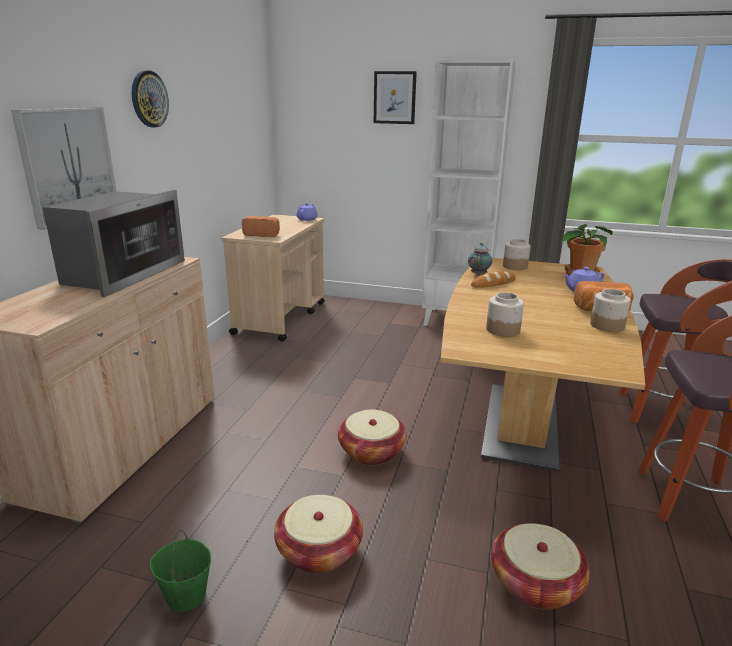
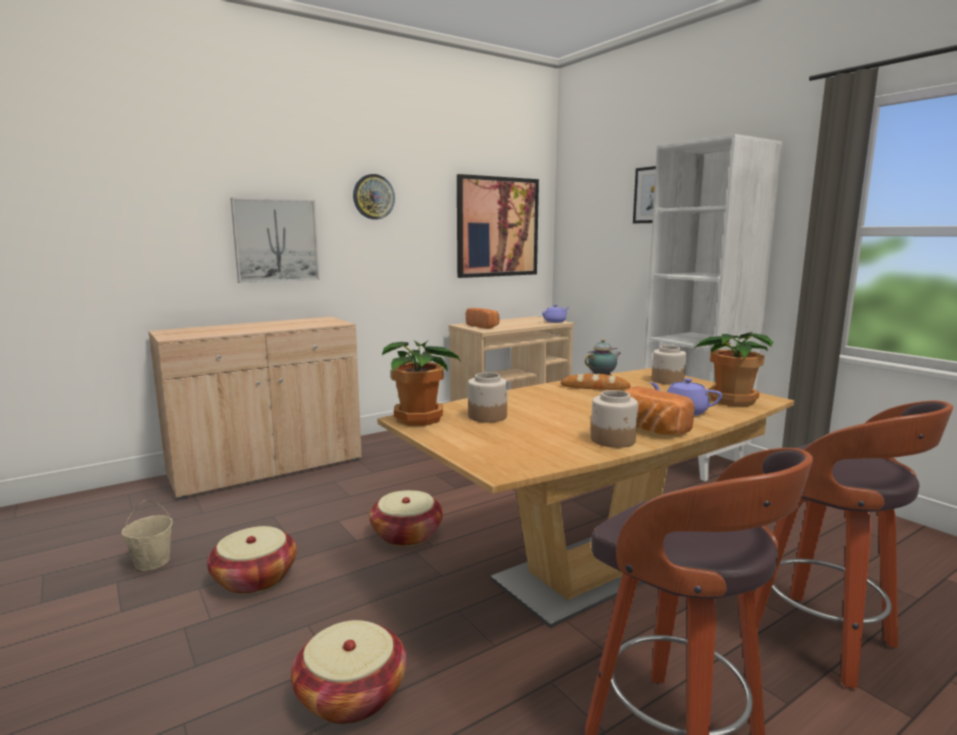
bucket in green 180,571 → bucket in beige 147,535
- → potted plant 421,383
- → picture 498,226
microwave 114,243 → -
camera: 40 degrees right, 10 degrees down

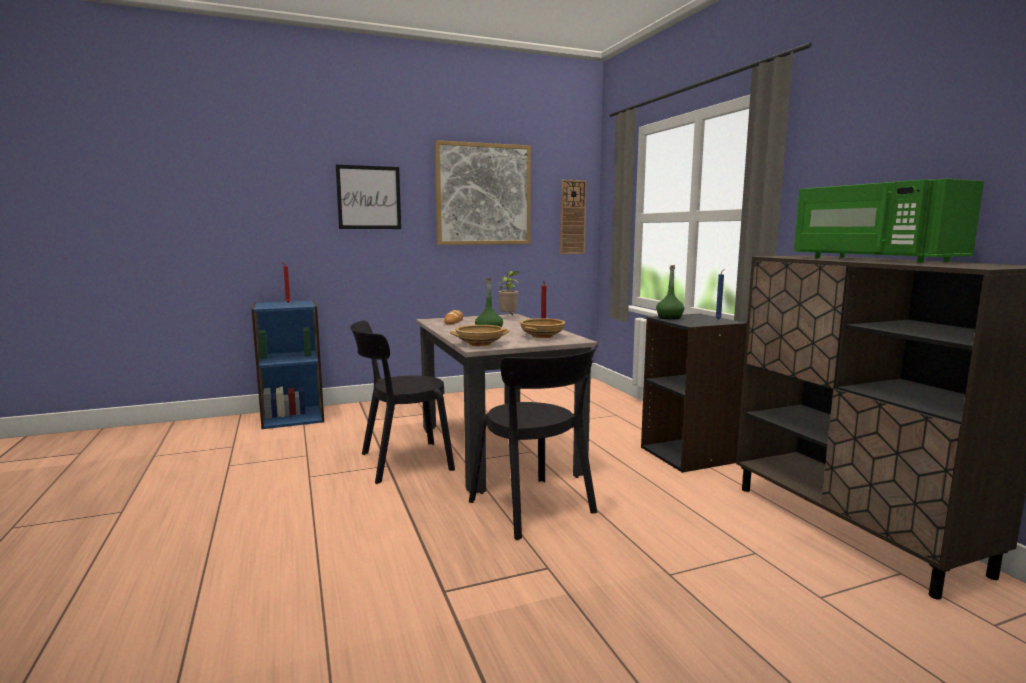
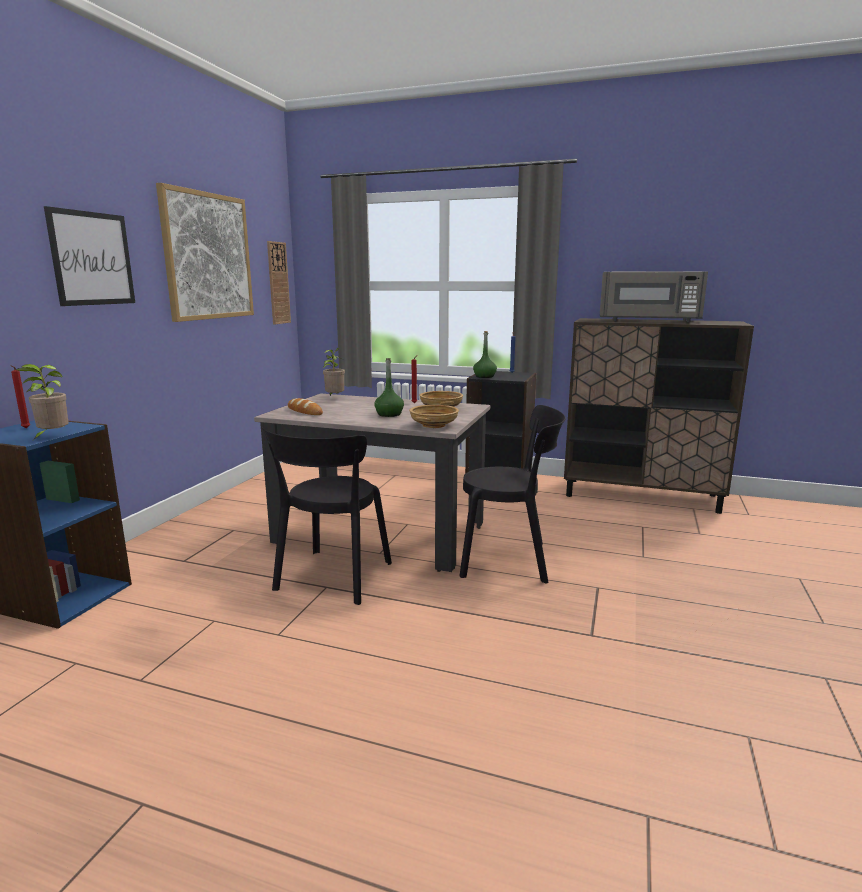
- → potted plant 42,401
microwave in green 889,221 → microwave in grey 654,296
camera: 50 degrees left, 5 degrees up

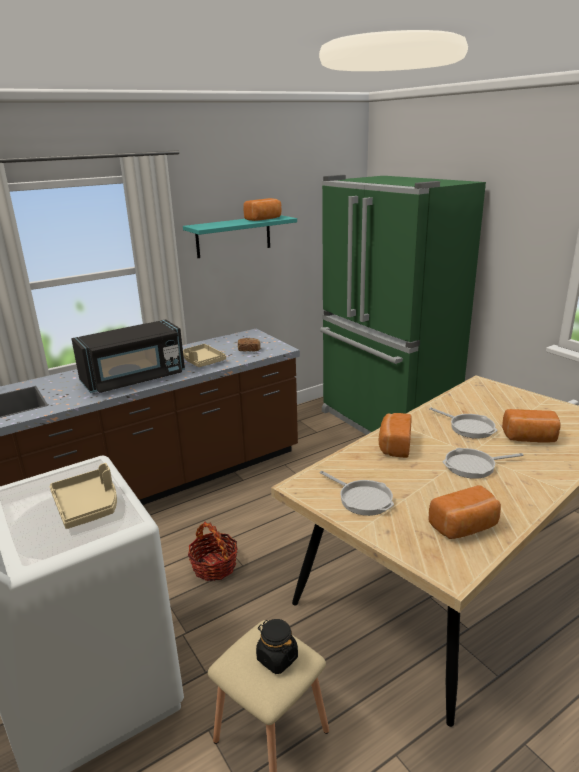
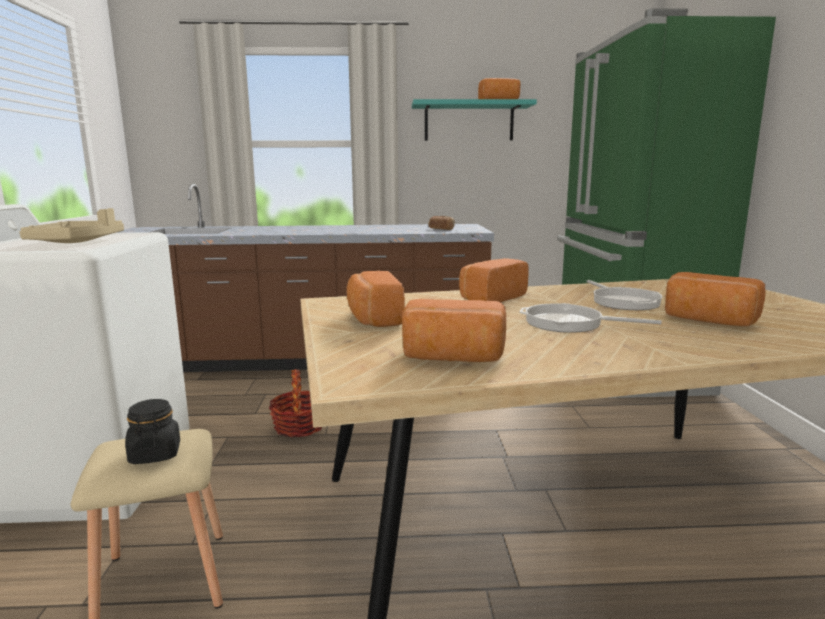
frying pan 357,493 → bread 376,299
microwave in black 128,356 → -
tray in beige 204,355 → -
camera: 30 degrees right, 10 degrees down

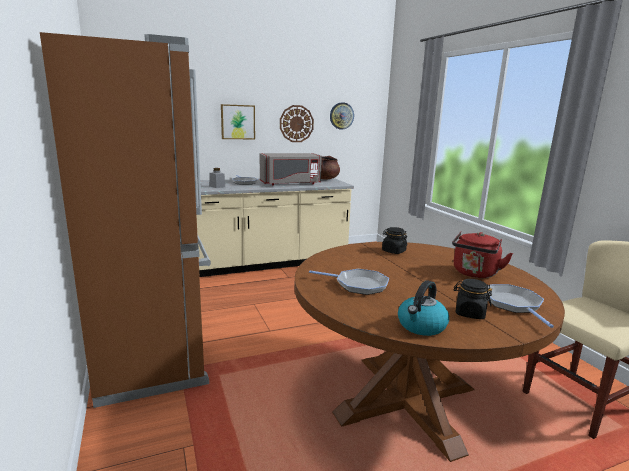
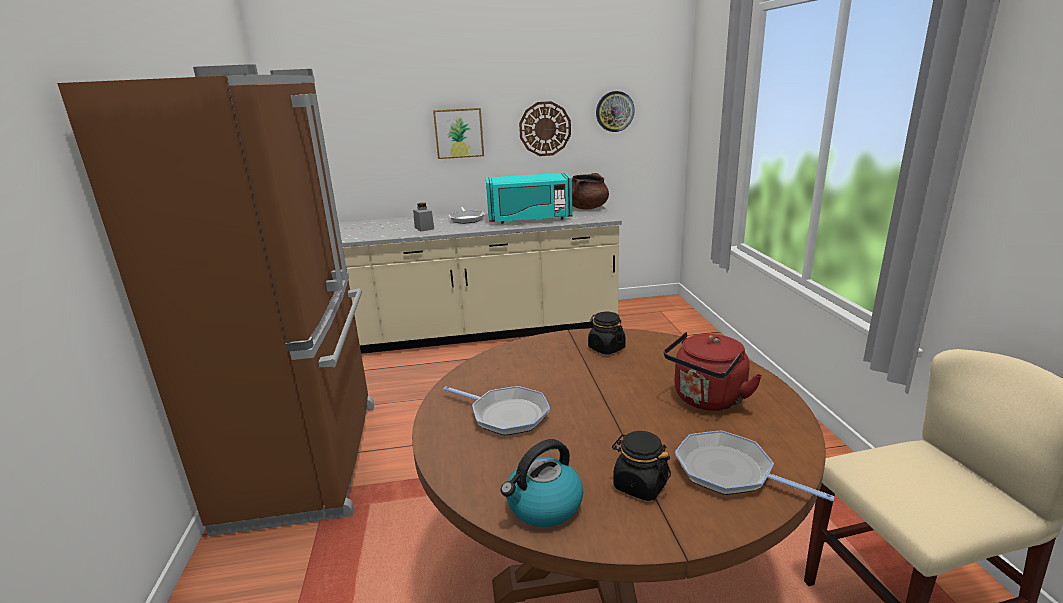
microwave in grey 291,169 → microwave in turquoise 529,198
frying pan 520,306 → frying pan 755,466, 60 degrees counterclockwise
camera: 15 degrees right, 5 degrees up

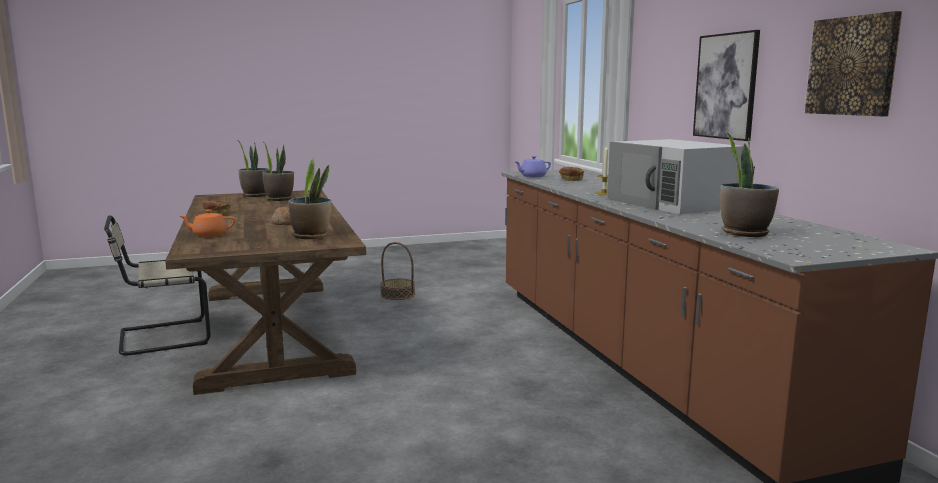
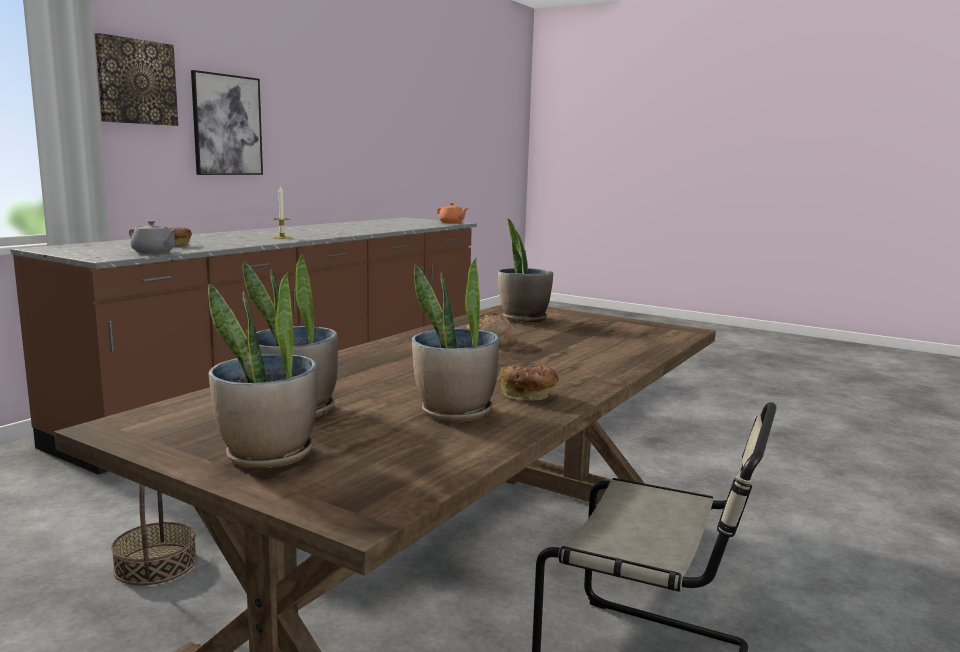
picture 853,63 → picture 136,79, move
teapot in purple 532,167 → teapot in grey 153,237
potted plant 749,185 → potted plant 455,339, move
teapot in orange 207,223 → teapot in orange 452,213, move
microwave in white 675,176 → -
camera: 130 degrees left, 0 degrees up

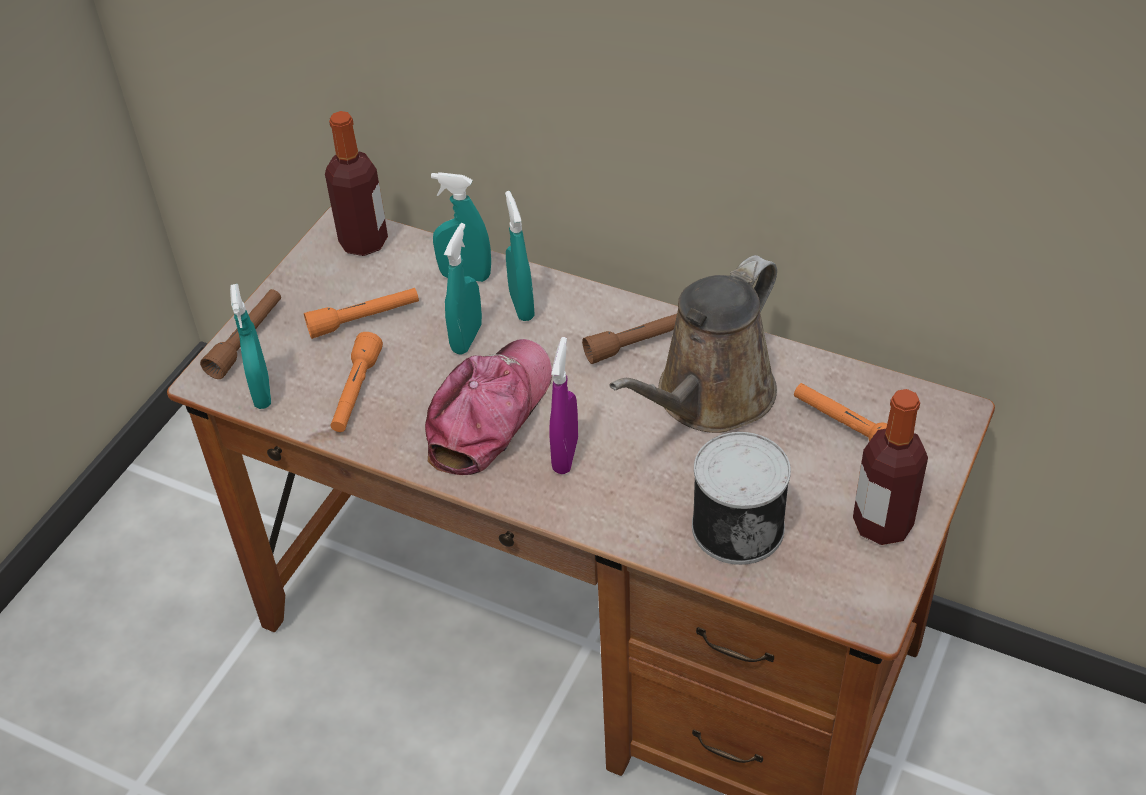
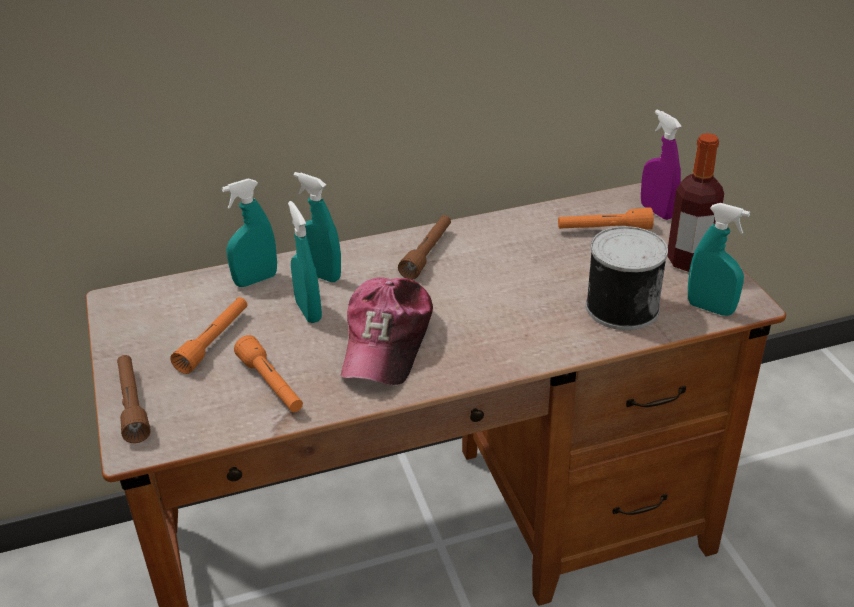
cap 488,407 → cap 387,331, 150 degrees counterclockwise
spray bottle in purple 564,405 → spray bottle in purple 661,165, move
spray bottle in turquoise 250,346 → spray bottle in turquoise 719,259, move
bottle 356,183 → -
watering can in brown 693,344 → -
camera: 45 degrees left, 10 degrees down

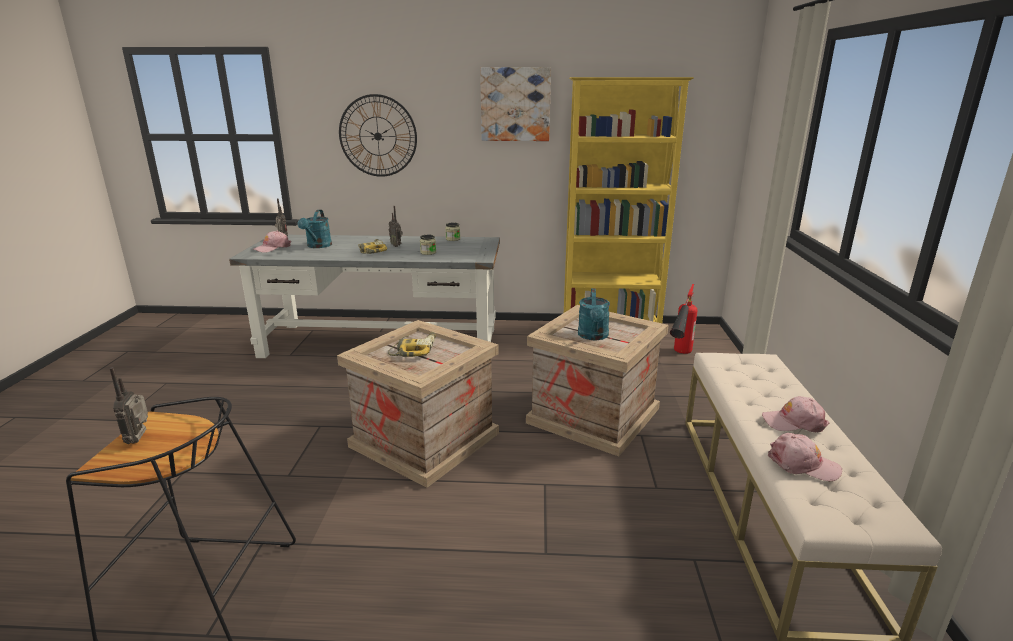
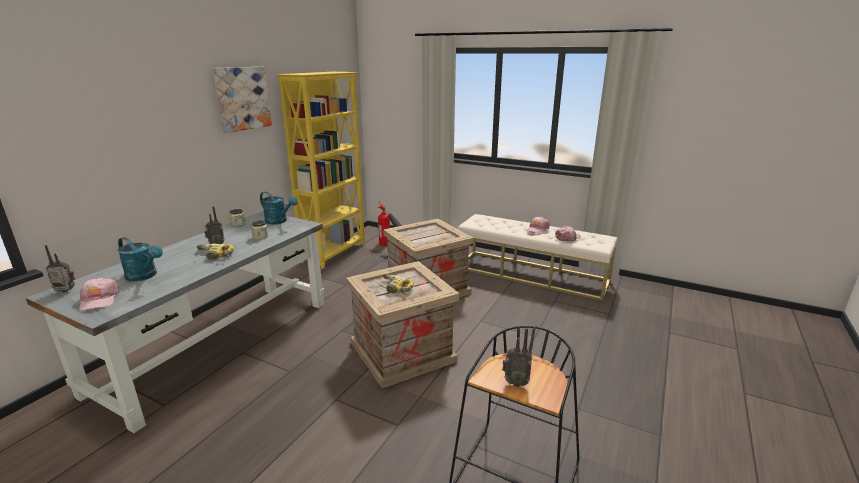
watering can in turquoise 594,314 → watering can in turquoise 279,208, move
wall clock 378,135 → -
camera: 65 degrees left, 0 degrees up

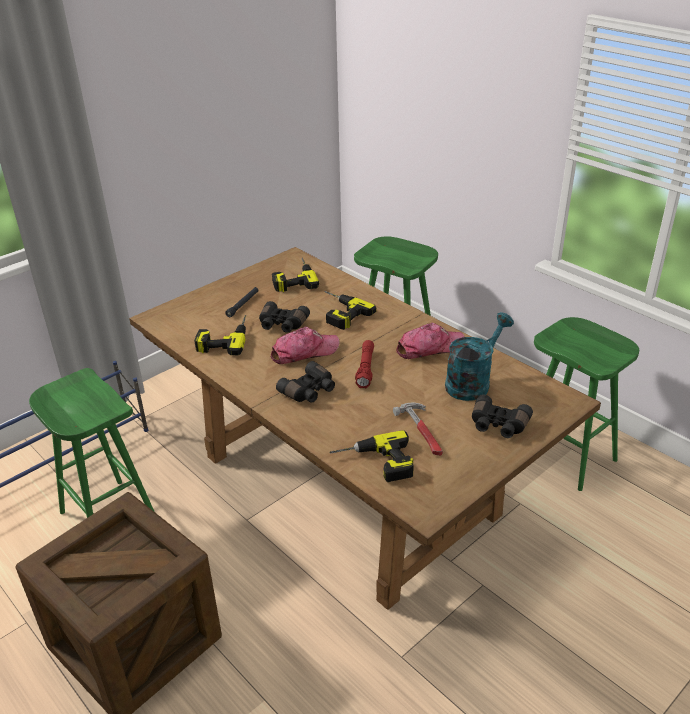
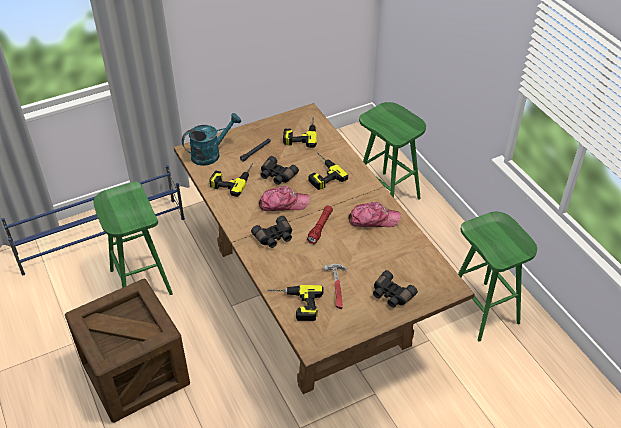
watering can in turquoise 479,356 → watering can in turquoise 211,139, move
camera: 15 degrees right, 10 degrees up

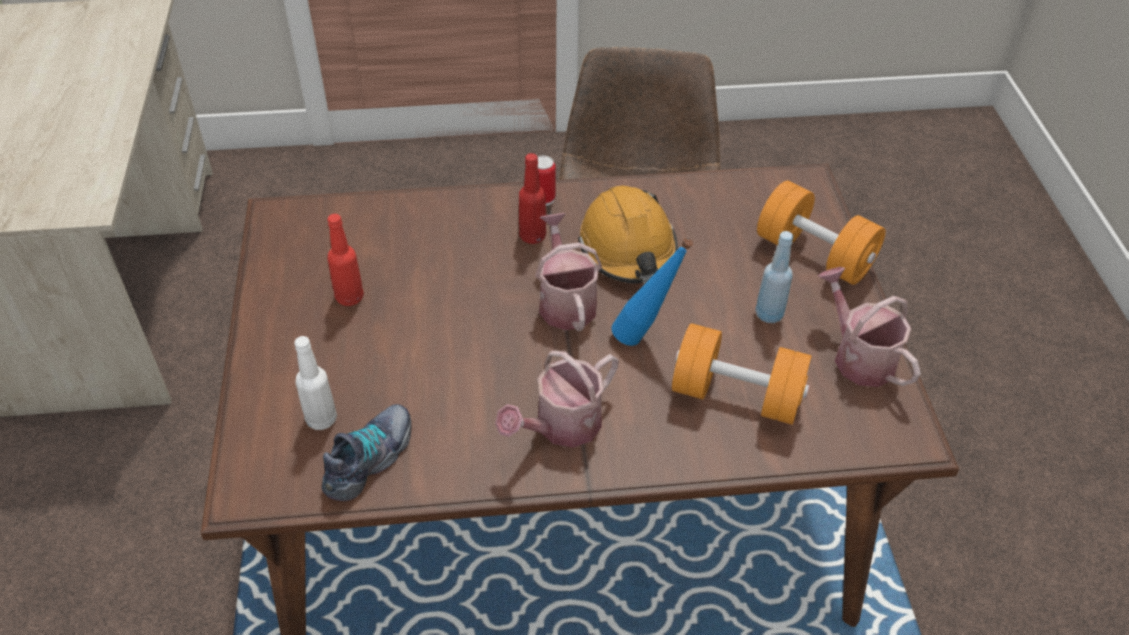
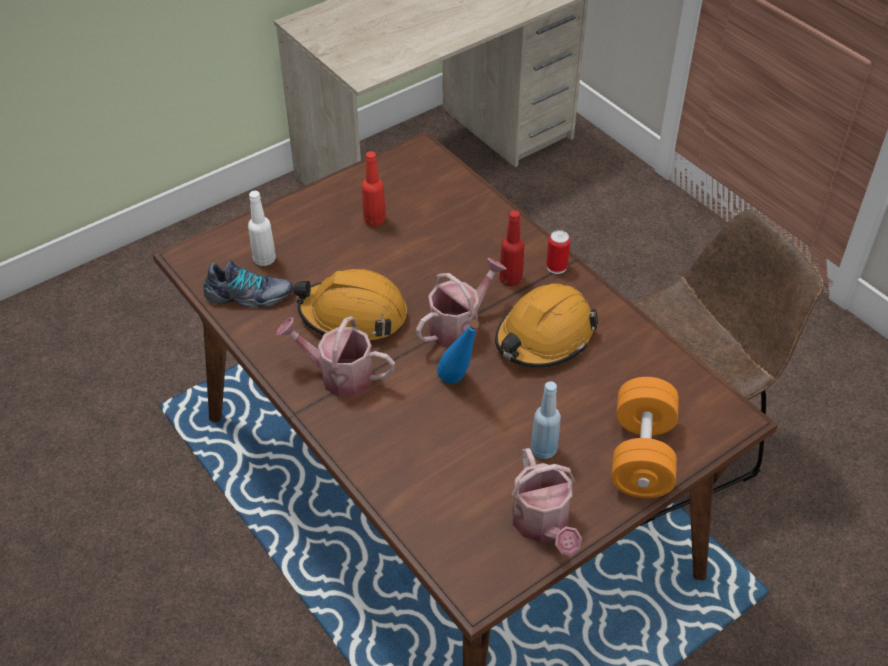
- → hard hat in orange 350,304
watering can 869,327 → watering can 546,502, 135 degrees clockwise
dumbbell in orange 742,374 → -
camera: 60 degrees right, 0 degrees up

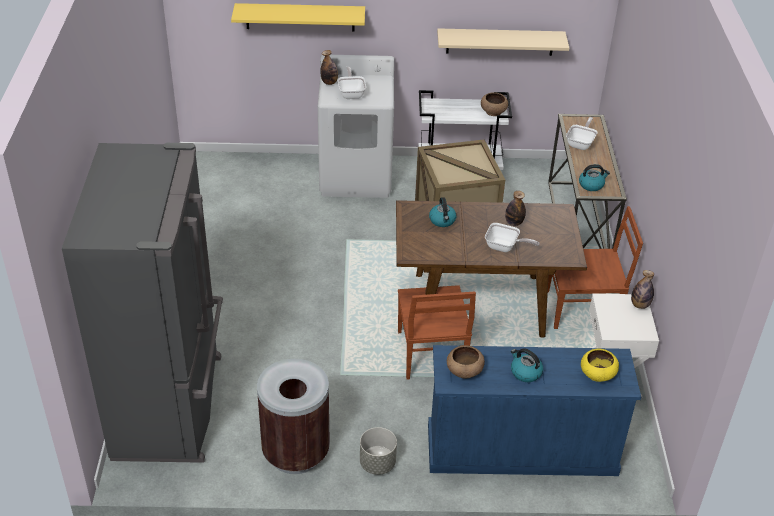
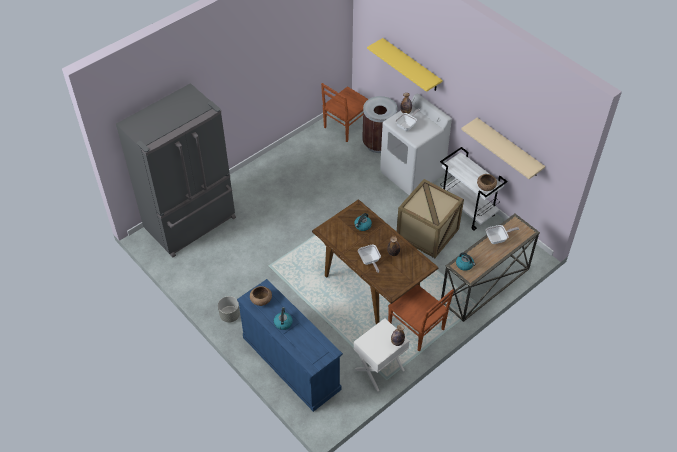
chair in brown 437,332 → chair in brown 344,112, move
trash can in brown 293,416 → trash can in brown 380,124, move
bowl in yellow 600,365 → -
camera: 50 degrees right, 10 degrees up

